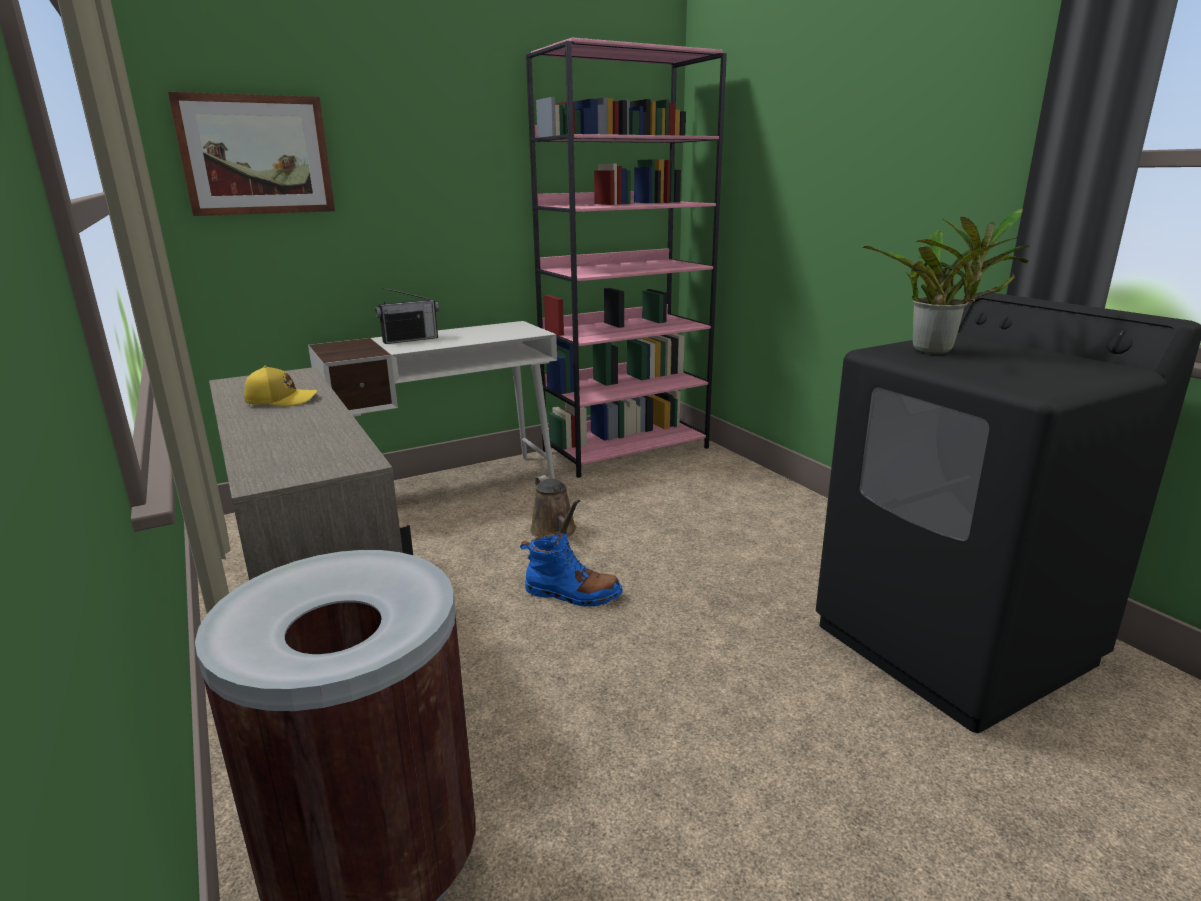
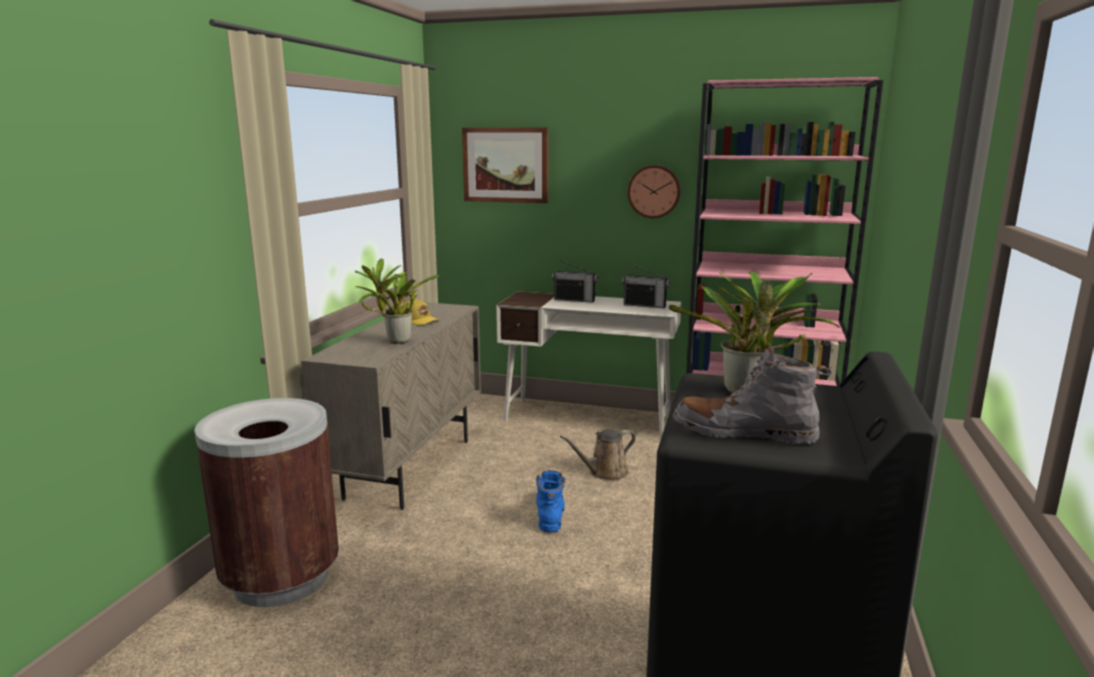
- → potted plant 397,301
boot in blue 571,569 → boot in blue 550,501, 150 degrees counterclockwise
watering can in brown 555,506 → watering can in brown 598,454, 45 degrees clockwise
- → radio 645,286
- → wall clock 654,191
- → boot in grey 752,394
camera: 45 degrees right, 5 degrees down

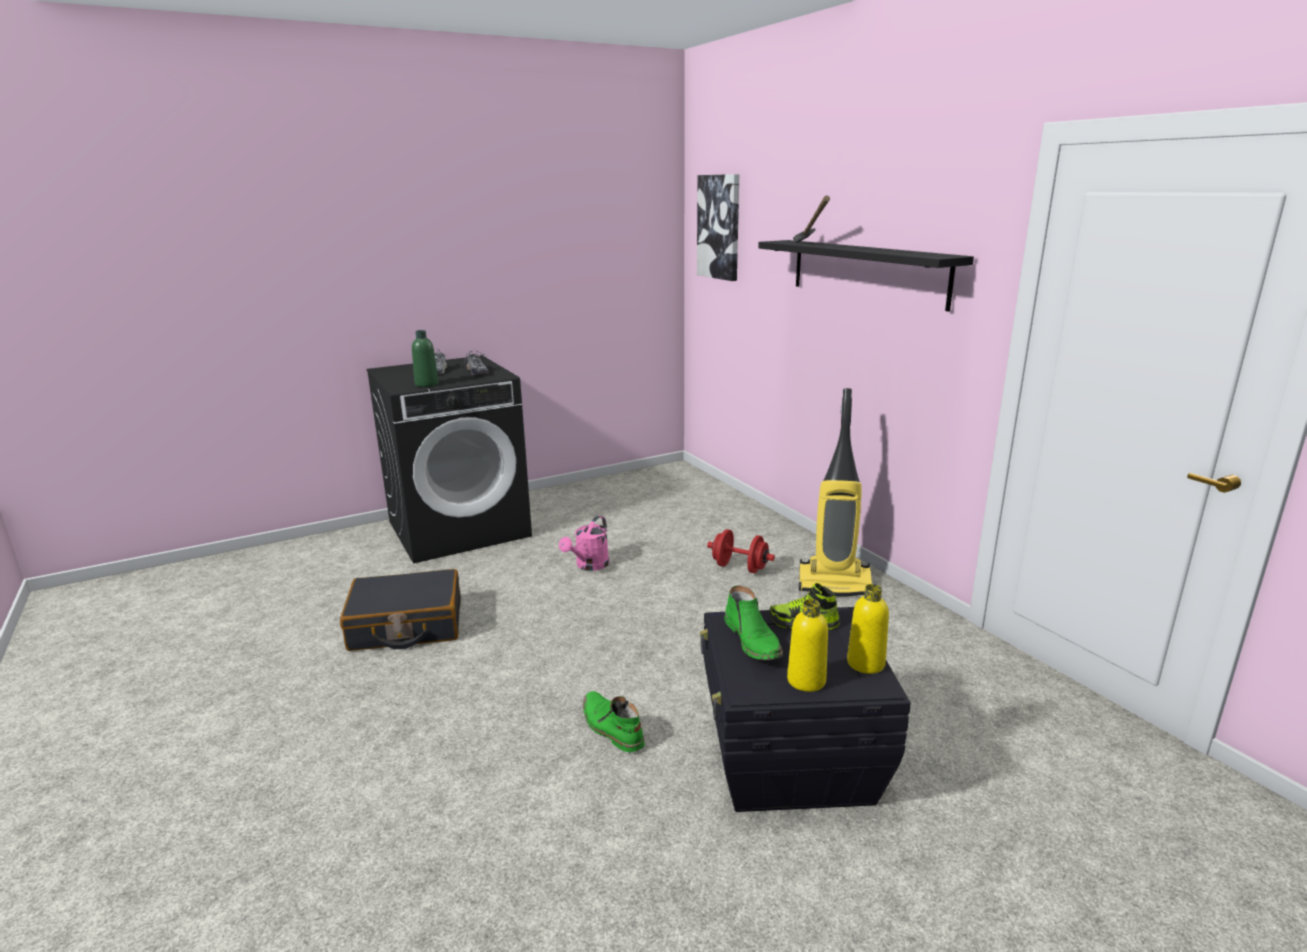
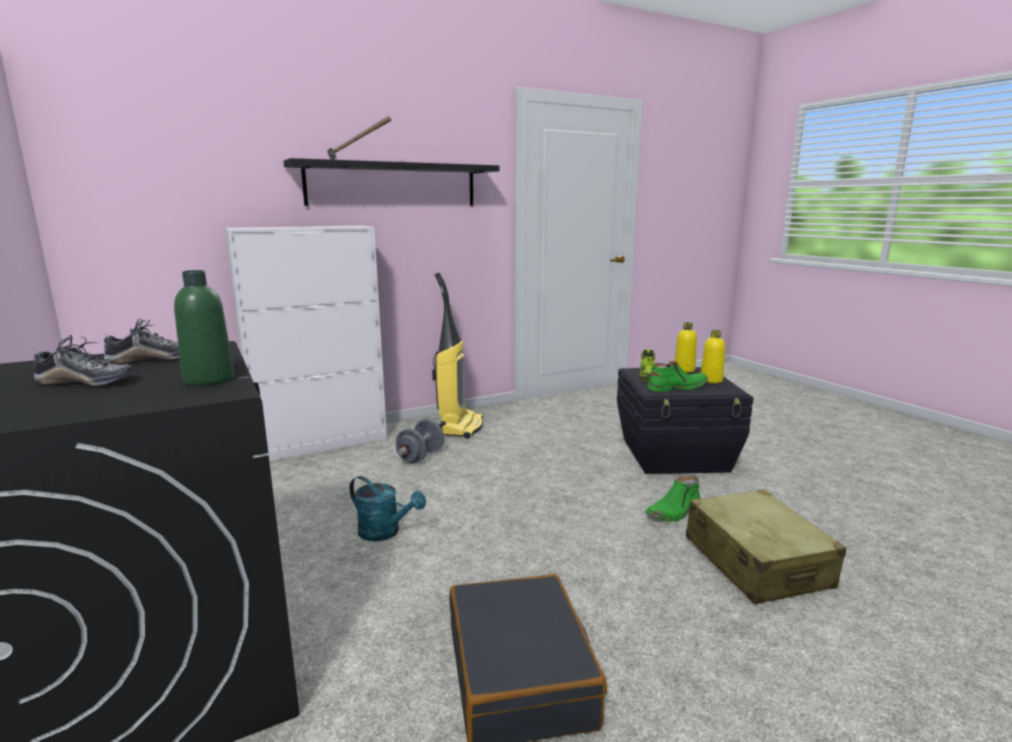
- → cabinet in white 306,343
watering can in pink 584,543 → watering can in turquoise 388,508
dumbbell in red 741,551 → dumbbell in grey 420,441
- → suitcase in beige 766,546
picture 718,227 → -
camera: 90 degrees left, 5 degrees down

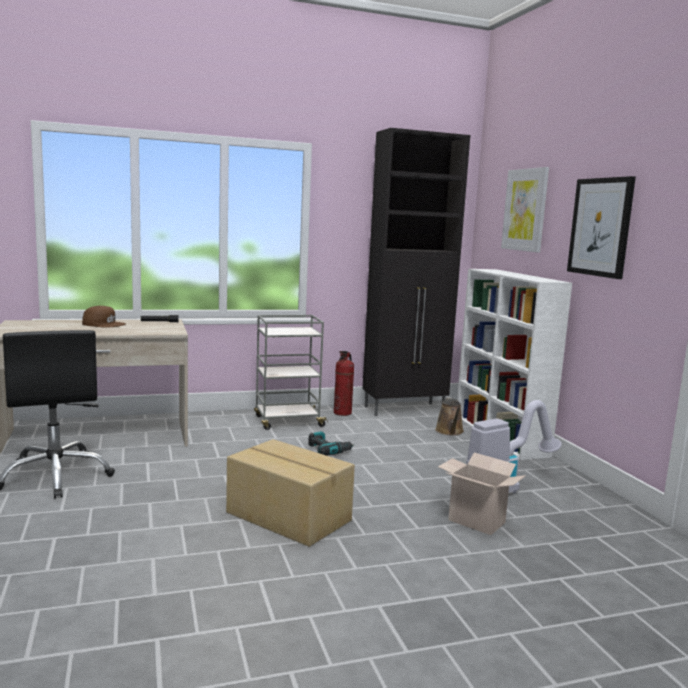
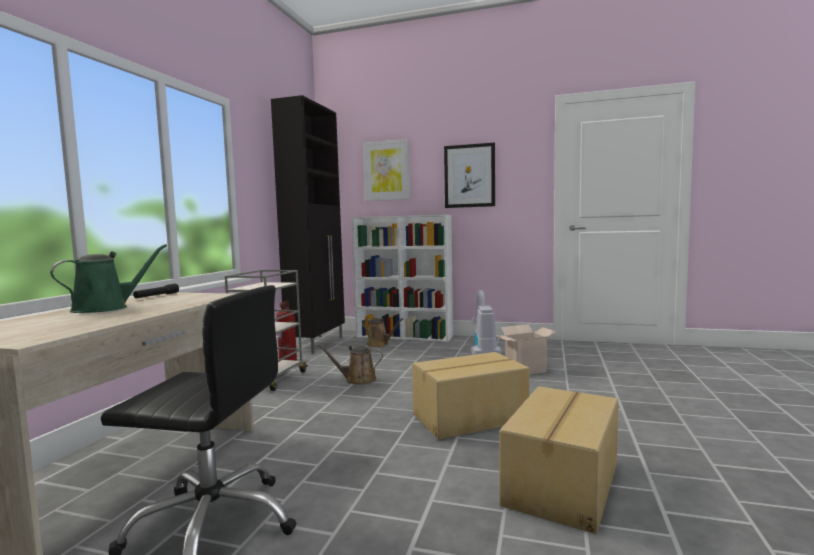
cap in brown 104,317 → watering can in green 108,278
power drill 331,443 → watering can in brown 350,364
- → cardboard box 558,460
camera: 55 degrees left, 5 degrees down

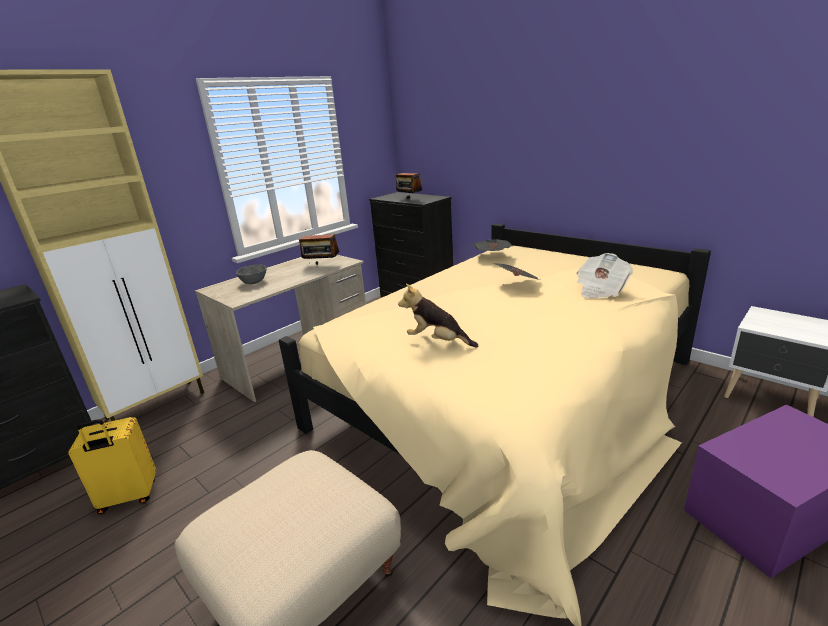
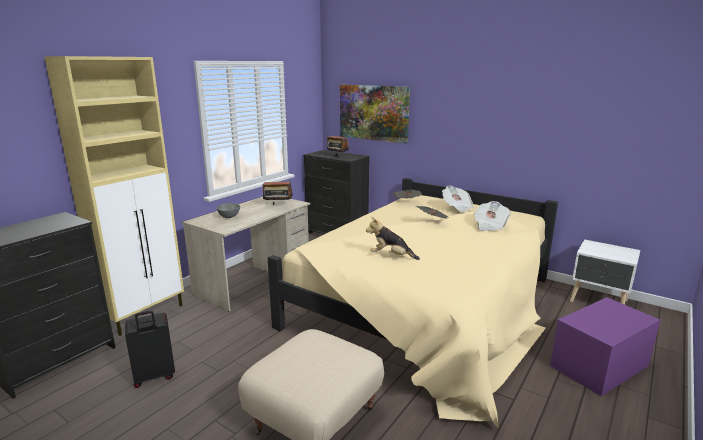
suitcase in yellow 112,465 → suitcase in black 150,349
- → picture 375,114
- → newspaper 458,199
camera: 10 degrees left, 5 degrees down

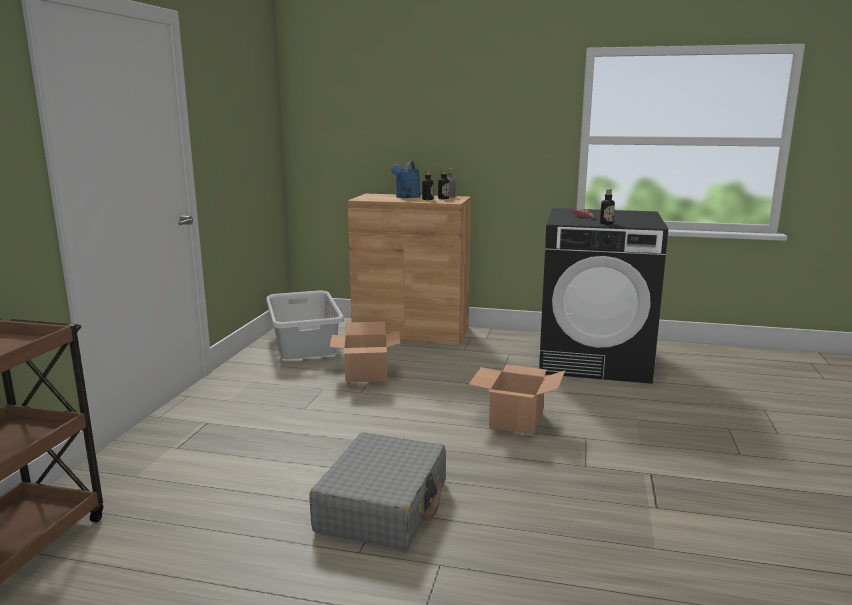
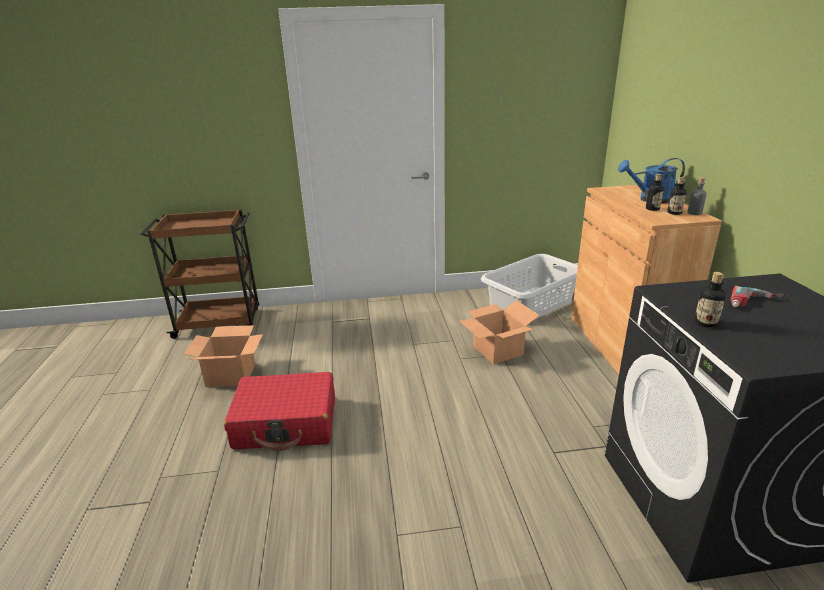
cardboard box 516,400 → cardboard box 223,356, move
suitcase in grey 377,491 → suitcase in red 279,411
camera: 70 degrees right, 10 degrees up

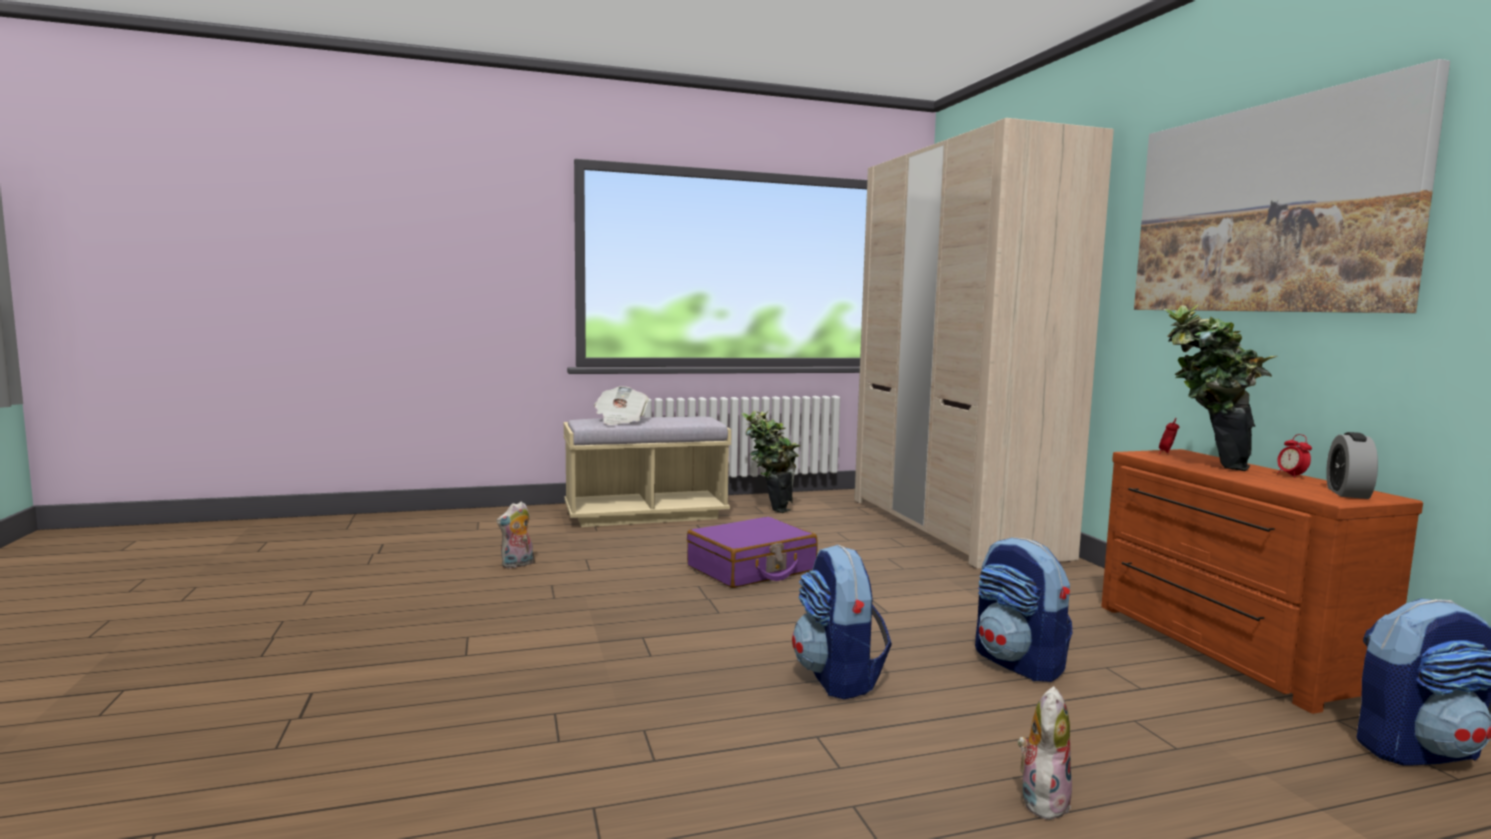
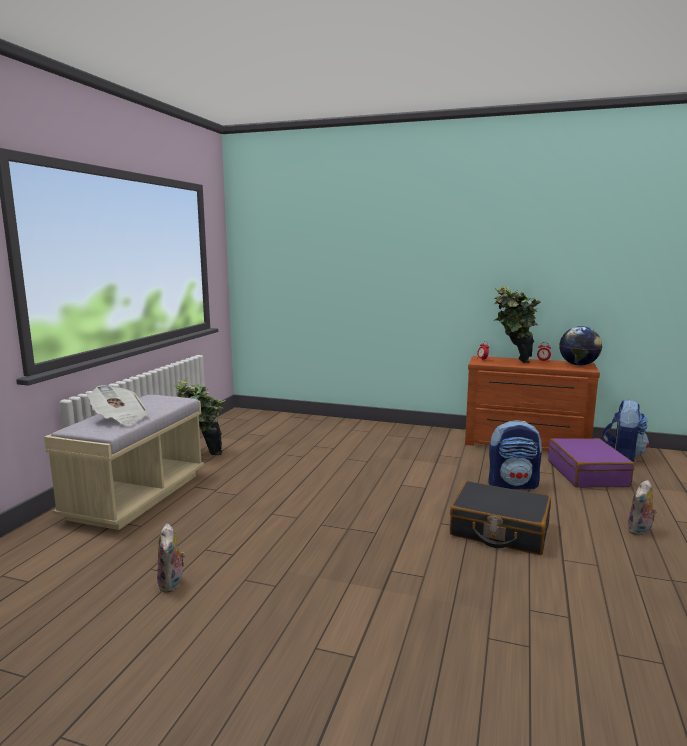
backpack 842,622 → suitcase in black 500,518
suitcase in purple 752,552 → suitcase in purple 591,462, move
alarm clock 1352,465 → globe 580,346
plush toy 1045,752 → plush toy 642,508, 105 degrees counterclockwise
wardrobe in beige 984,343 → -
picture 1292,186 → -
camera: 55 degrees left, 5 degrees up

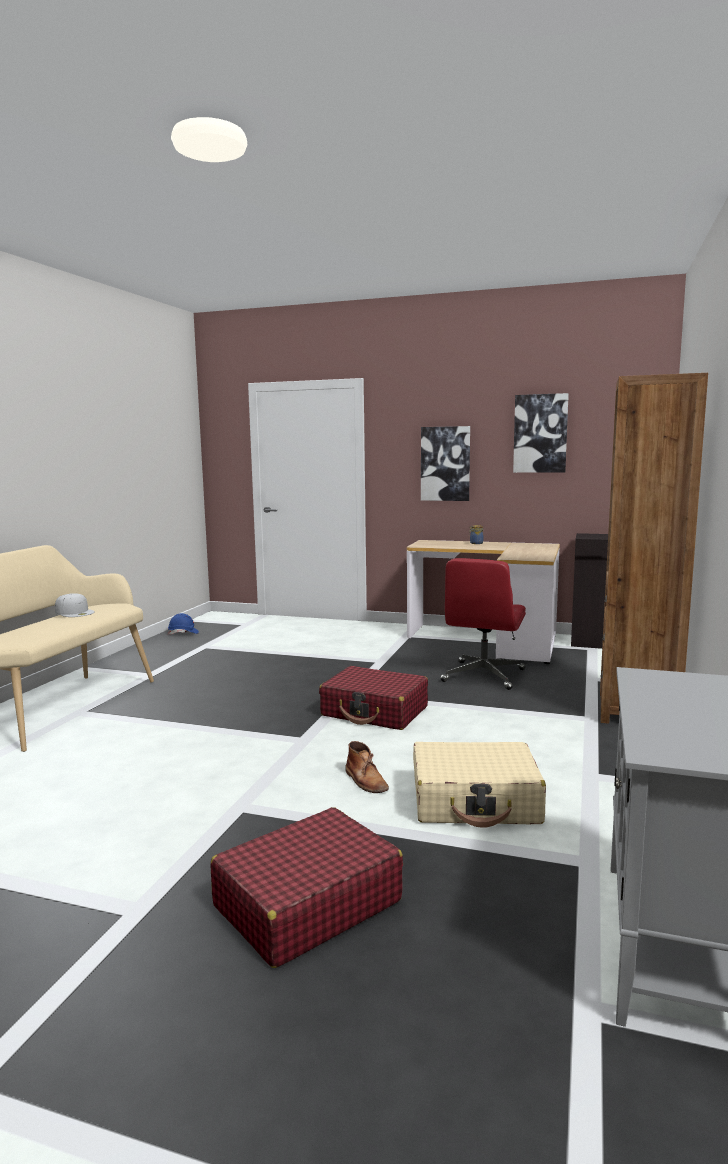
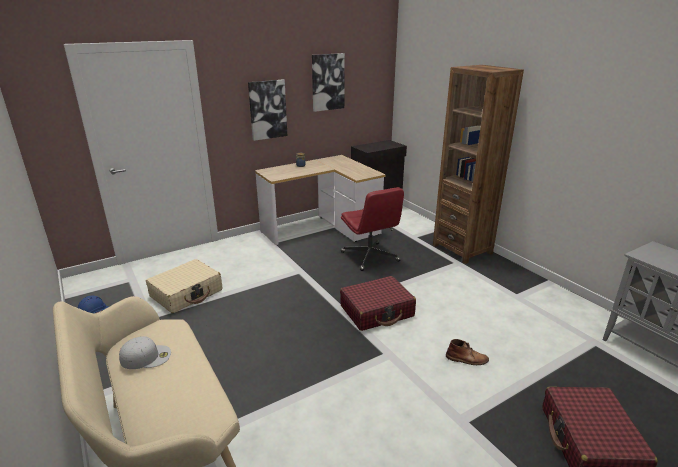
suitcase in beige 479,784 → suitcase in beige 184,286, move
camera: 50 degrees left, 15 degrees up

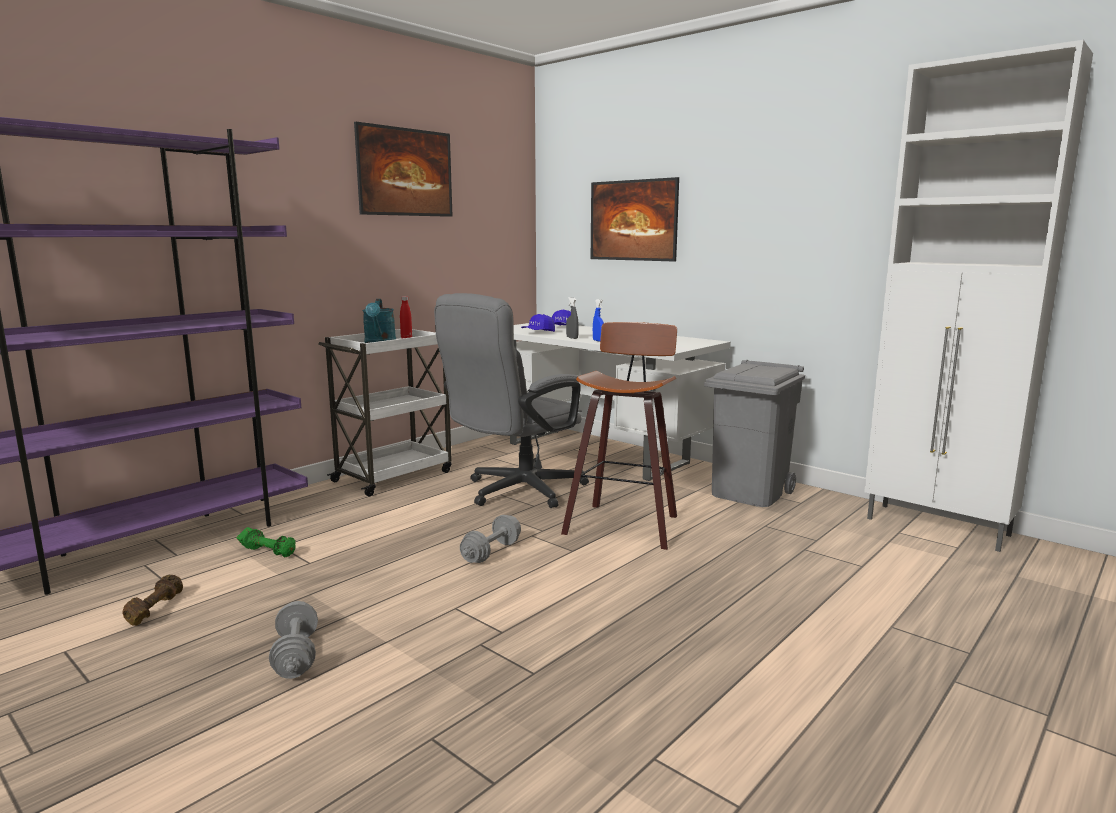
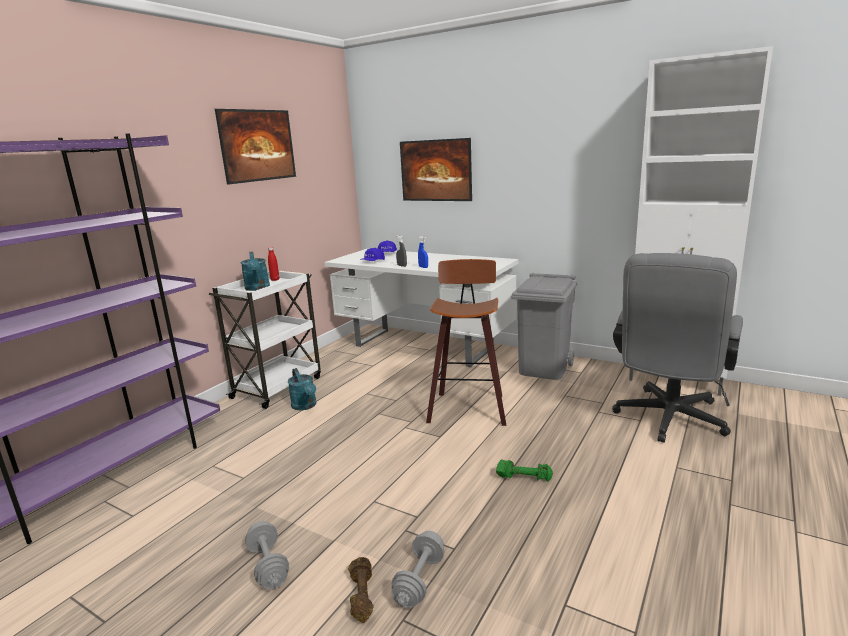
- → watering can in turquoise 302,389
dumbbell in brown 152,600 → dumbbell in brown 361,590, move
dumbbell in grey 490,539 → dumbbell in grey 418,569, move
dumbbell in green 266,542 → dumbbell in green 524,471, move
office chair in grey 511,400 → office chair in grey 677,348, move
camera: 10 degrees left, 5 degrees up

